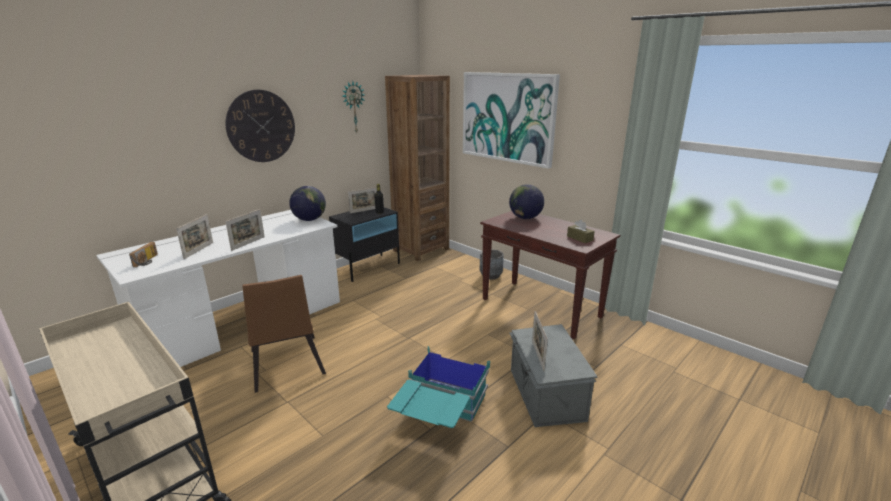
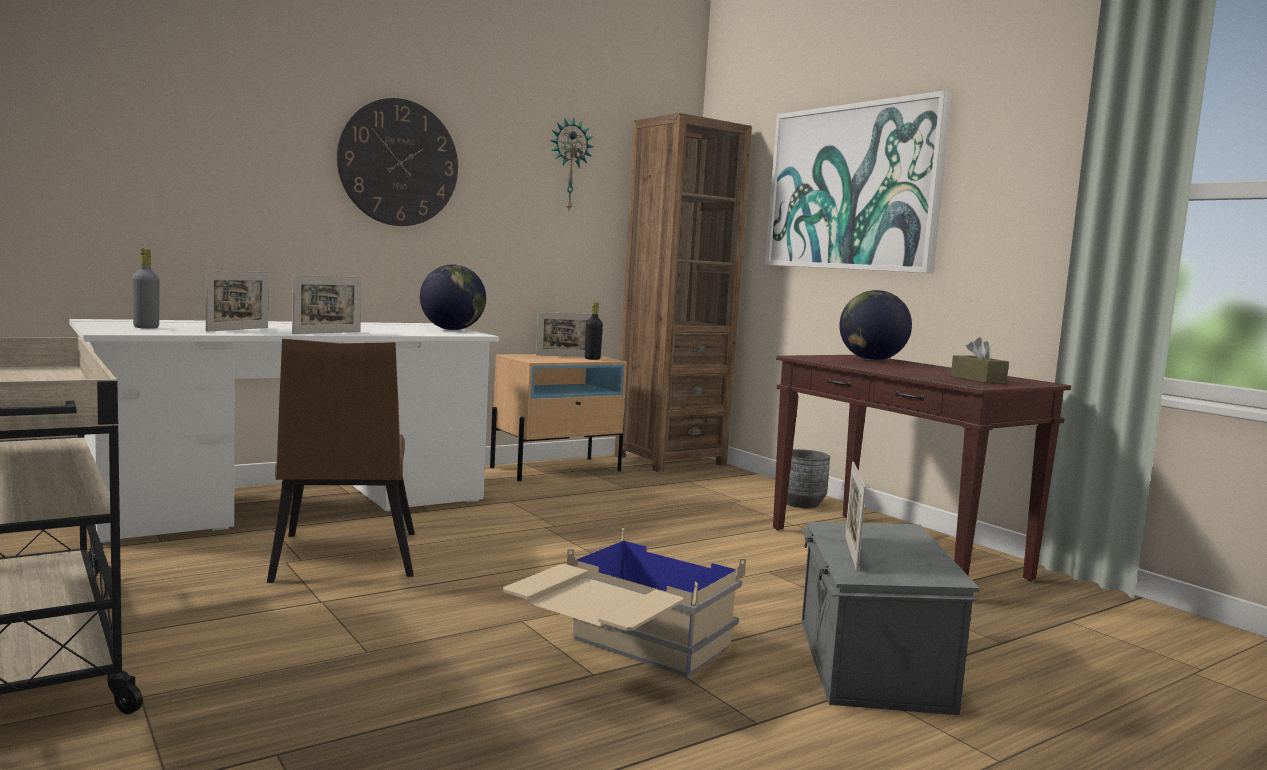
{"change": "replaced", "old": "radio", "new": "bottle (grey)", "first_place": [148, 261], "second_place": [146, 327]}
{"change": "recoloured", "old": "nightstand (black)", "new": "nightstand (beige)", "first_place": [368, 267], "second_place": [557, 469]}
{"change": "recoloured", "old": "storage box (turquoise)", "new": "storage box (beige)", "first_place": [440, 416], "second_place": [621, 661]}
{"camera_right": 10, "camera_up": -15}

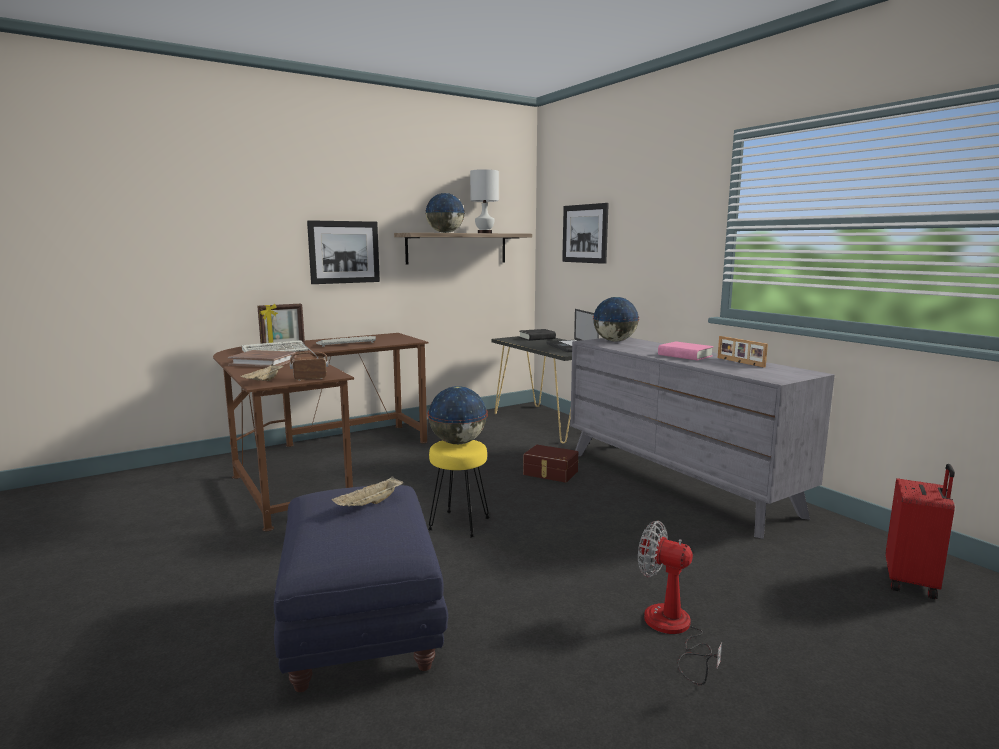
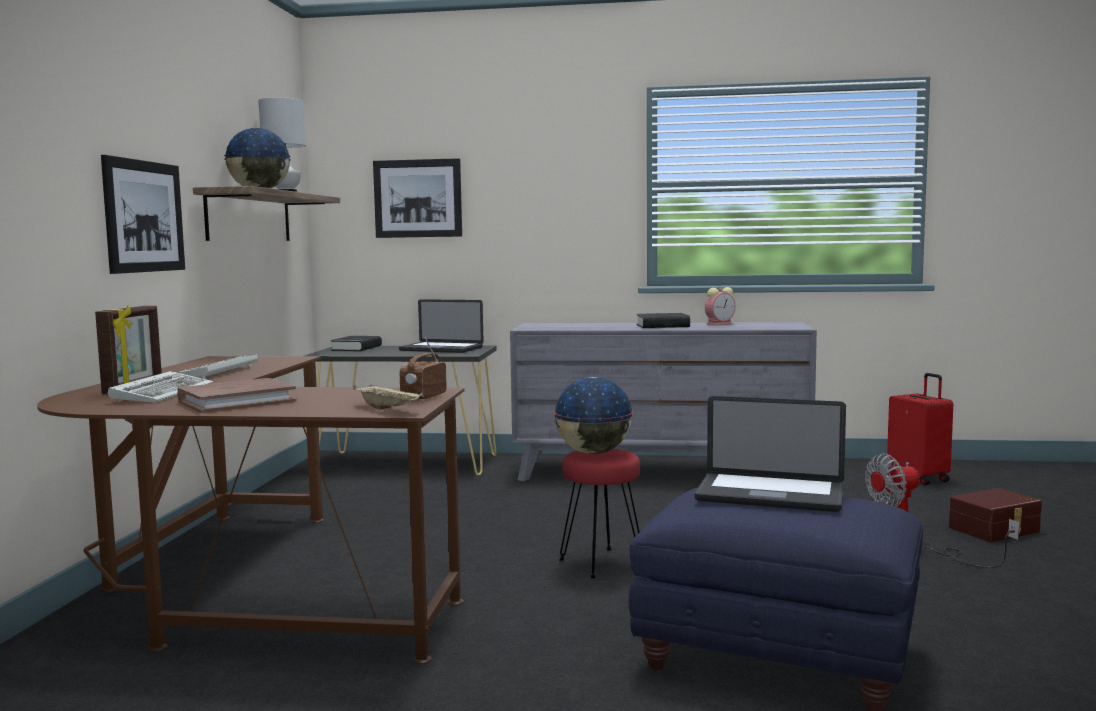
{"change": "recoloured", "old": "stool (yellow)", "new": "stool (red)", "first_place": [459, 524], "second_place": [602, 564]}
{"change": "recoloured", "old": "book (pink)", "new": "book (black)", "first_place": [685, 355], "second_place": [662, 326]}
{"change": "replaced", "old": "tray (beige)", "new": "laptop", "first_place": [369, 504], "second_place": [770, 495]}
{"change": "replaced", "old": "picture frame", "new": "alarm clock", "first_place": [740, 362], "second_place": [720, 324]}
{"change": "moved", "old": "storage box (brown)", "first_place": [550, 473], "second_place": [995, 530]}
{"change": "removed", "old": "globe", "first_place": [614, 341]}
{"camera_right": -50, "camera_up": -5}

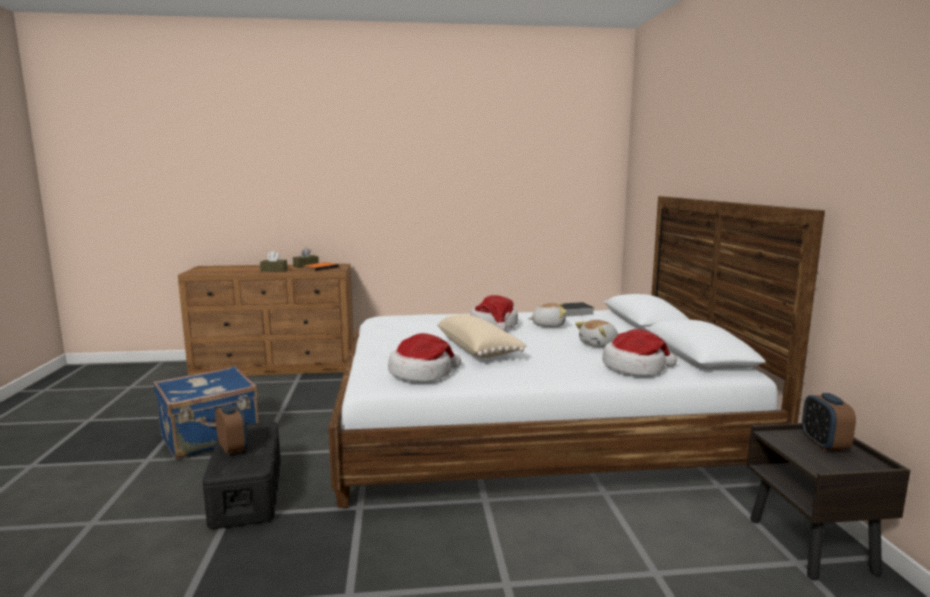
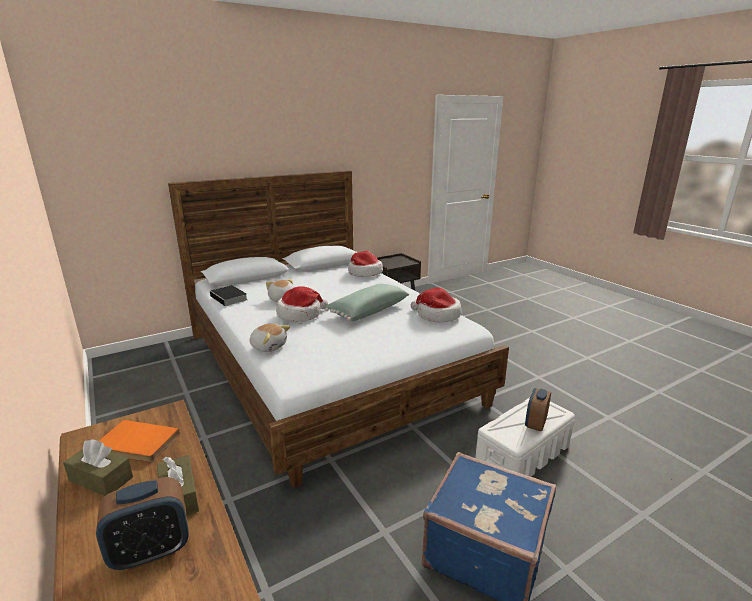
{"change": "moved", "old": "alarm clock", "first_place": [824, 444], "second_place": [151, 551]}
{"change": "moved", "old": "plush toy", "first_place": [599, 344], "second_place": [269, 346]}
{"change": "recoloured", "old": "pillow (beige)", "new": "pillow (green)", "first_place": [478, 349], "second_place": [367, 311]}
{"change": "recoloured", "old": "storage box (black)", "new": "storage box (white)", "first_place": [247, 492], "second_place": [522, 455]}
{"camera_right": -115, "camera_up": 10}

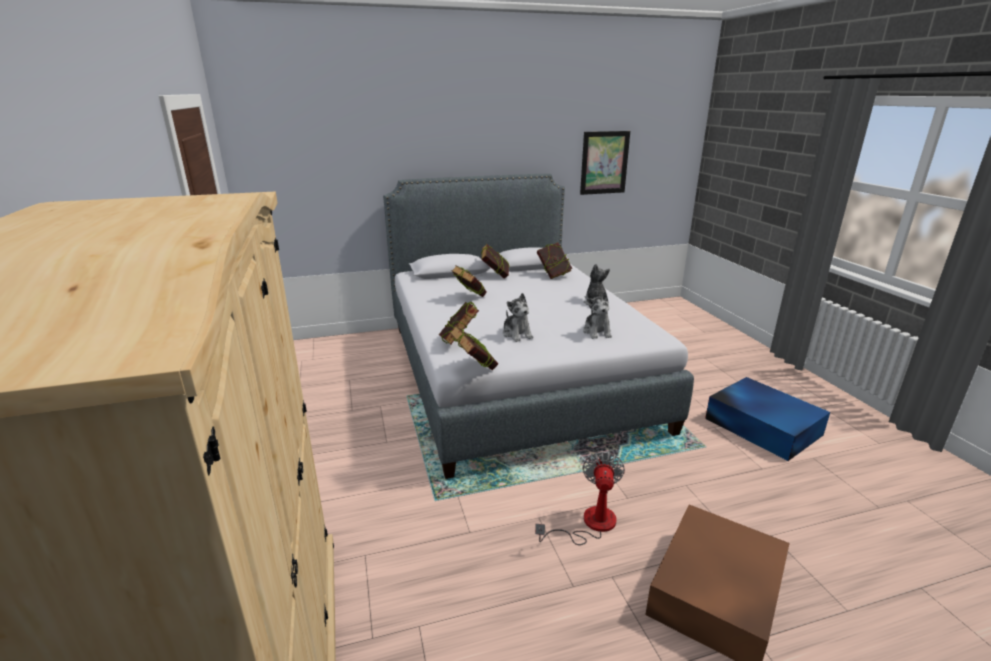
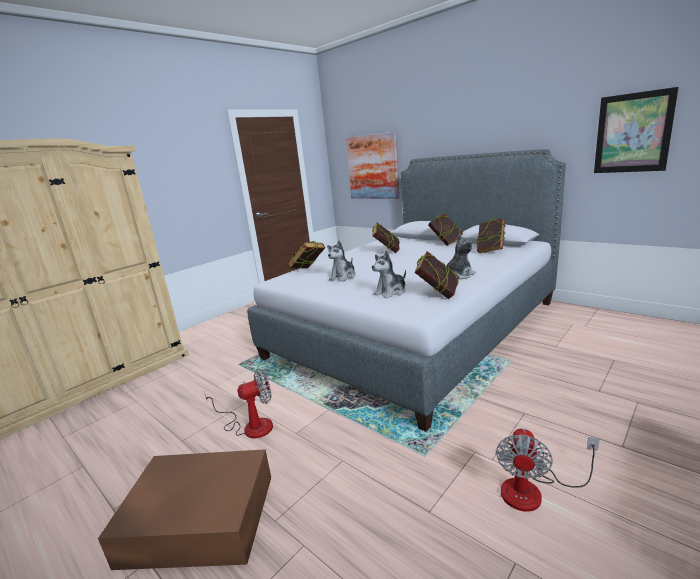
{"change": "added", "new": "picture", "second_place": [372, 167]}
{"change": "moved", "old": "book", "first_place": [474, 369], "second_place": [437, 294]}
{"change": "replaced", "old": "storage box (blue)", "new": "fan", "first_place": [761, 425], "second_place": [533, 491]}
{"camera_right": 60, "camera_up": -5}

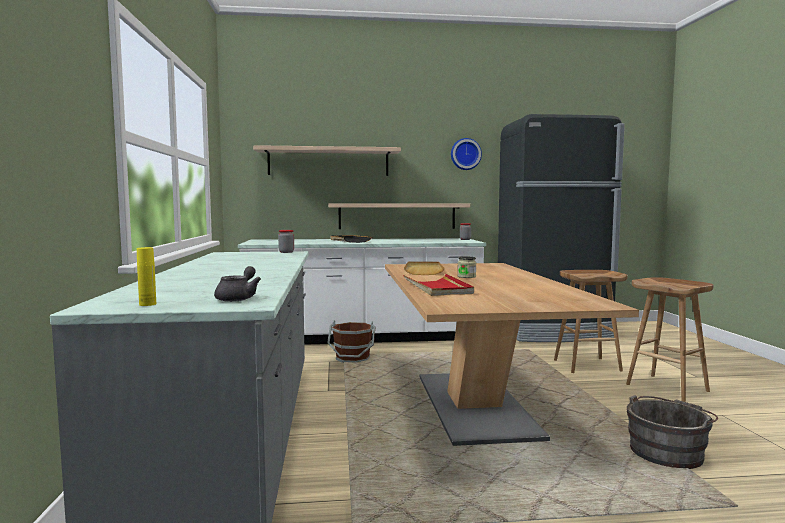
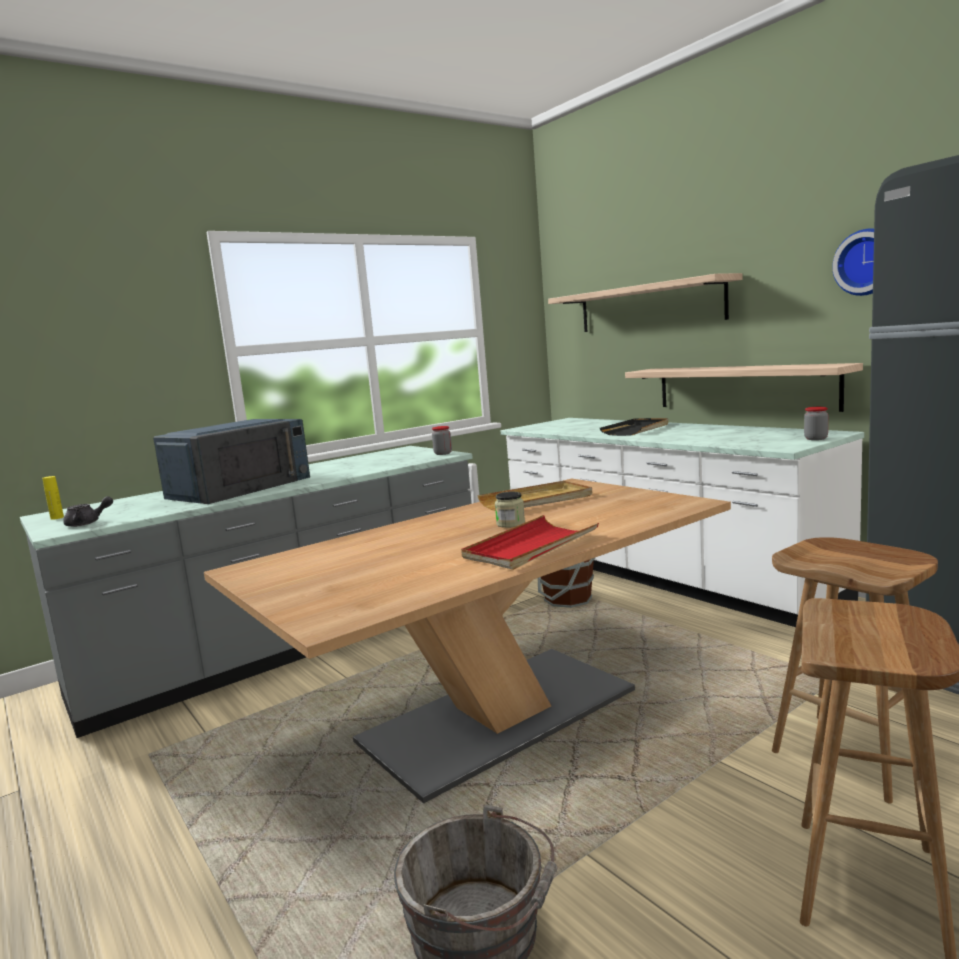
{"change": "added", "new": "microwave (blue)", "second_place": [240, 487]}
{"change": "moved", "old": "tray (red)", "first_place": [437, 288], "second_place": [530, 547]}
{"camera_right": 60, "camera_up": 5}

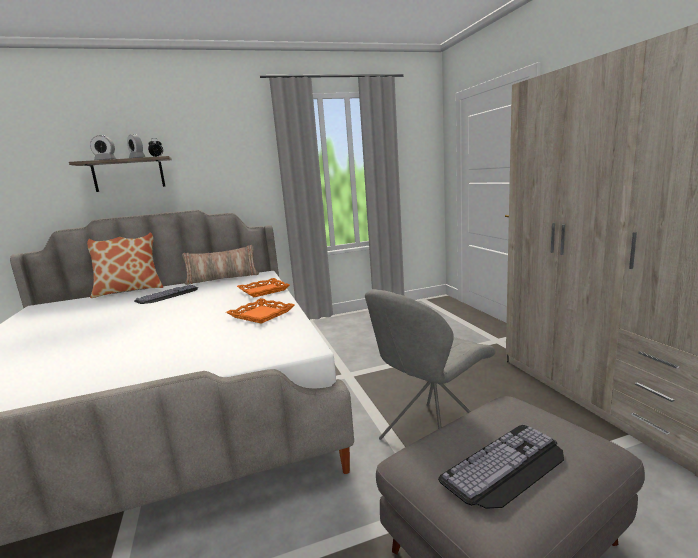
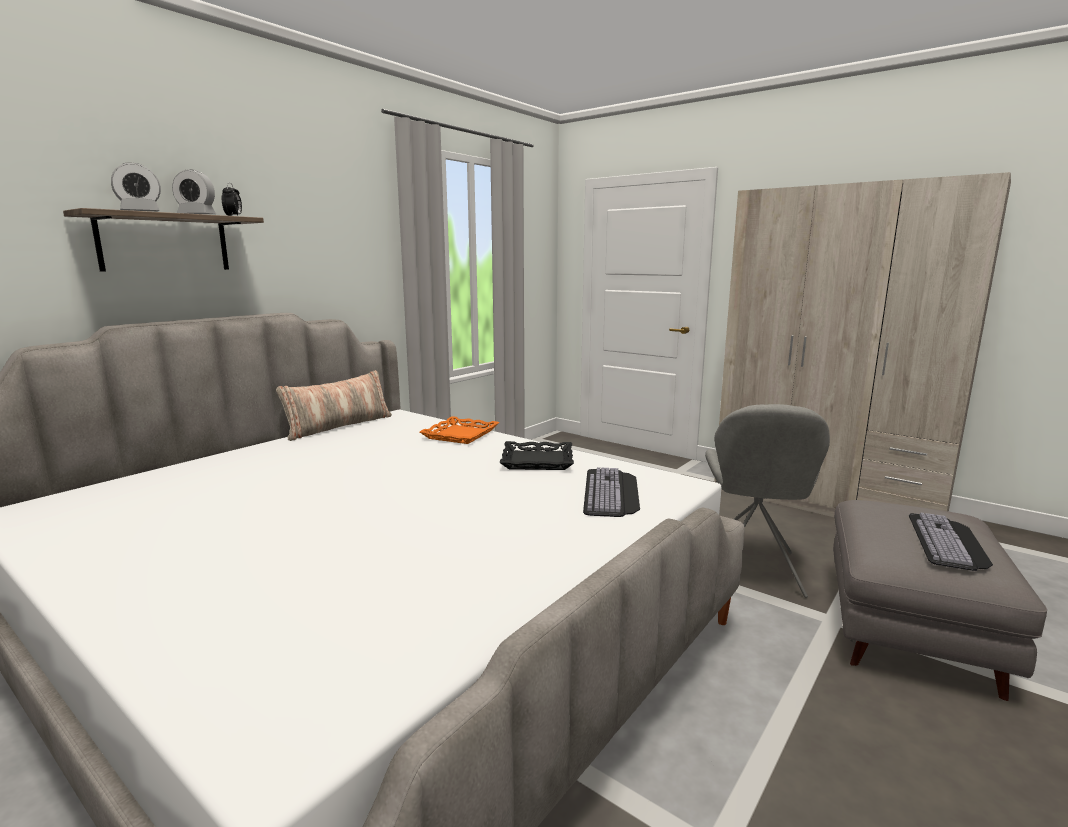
{"change": "recoloured", "old": "tray (orange)", "new": "tray (black)", "first_place": [261, 315], "second_place": [537, 461]}
{"change": "moved", "old": "keyboard", "first_place": [168, 295], "second_place": [612, 493]}
{"change": "removed", "old": "pillow", "first_place": [130, 290]}
{"camera_right": -35, "camera_up": 0}

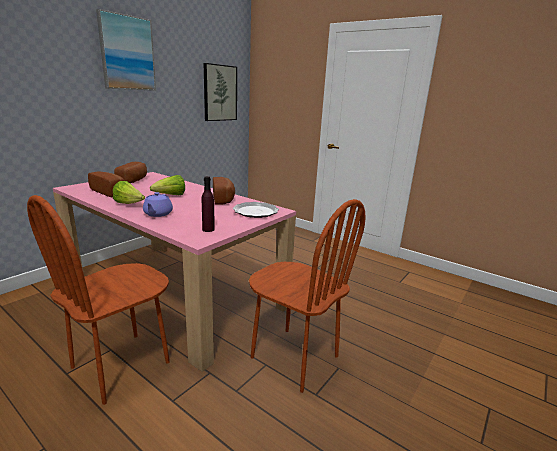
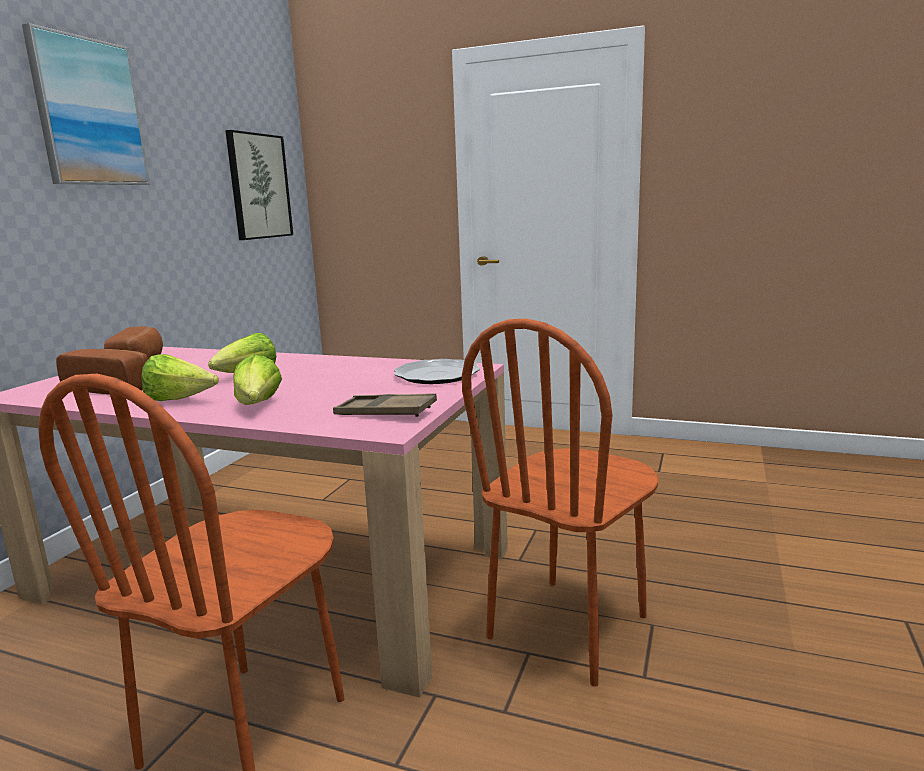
{"change": "replaced", "old": "teapot (purple)", "new": "lettuce", "first_place": [158, 214], "second_place": [258, 406]}
{"change": "replaced", "old": "bottle (purple)", "new": "tray (brown)", "first_place": [208, 229], "second_place": [385, 413]}
{"change": "turned", "old": "chair (brown)", "first_place": [294, 357], "second_place": [569, 627], "degrees": 105}
{"change": "removed", "old": "bread", "first_place": [224, 199]}
{"camera_right": -15, "camera_up": -5}

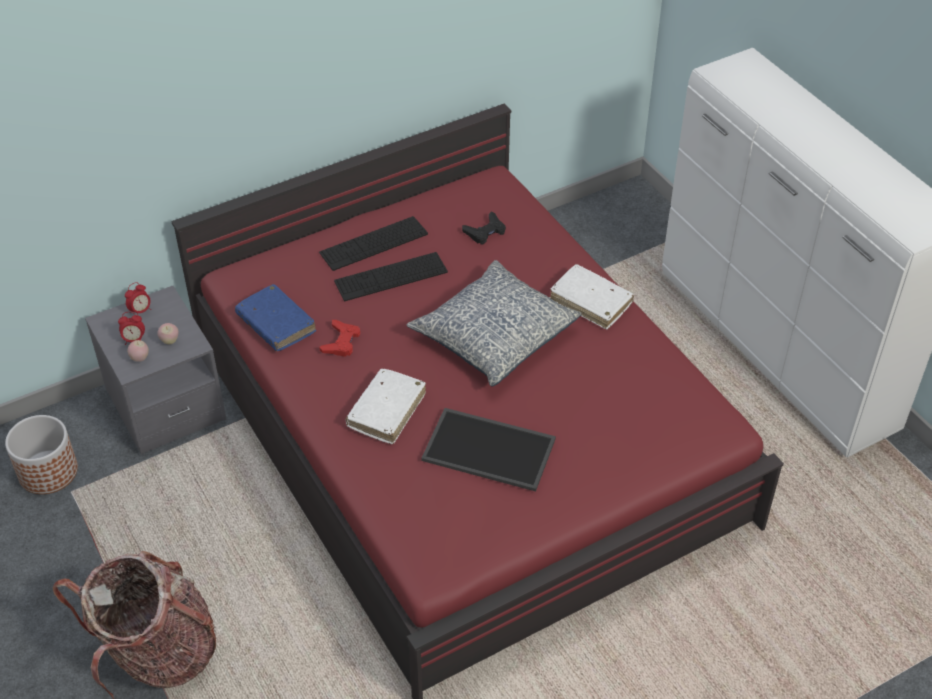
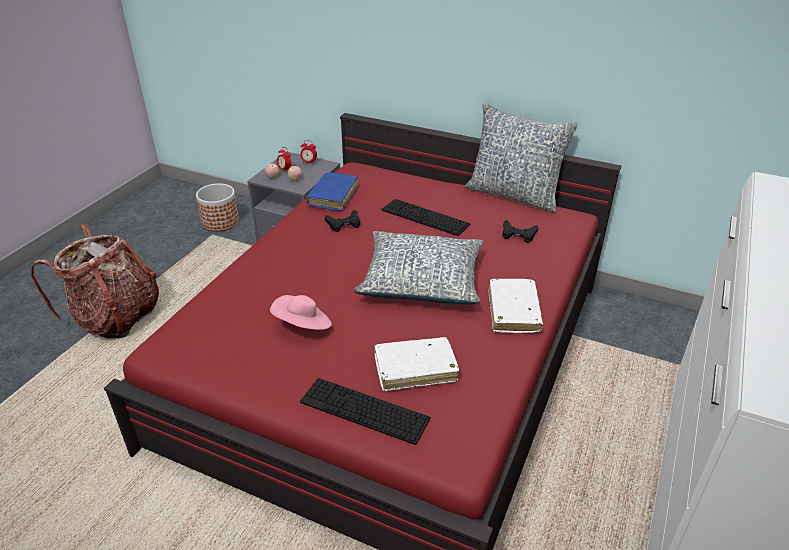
{"change": "replaced", "old": "tray", "new": "hat (pink)", "first_place": [490, 448], "second_place": [303, 325]}
{"change": "moved", "old": "keyboard", "first_place": [374, 243], "second_place": [364, 410]}
{"change": "recoloured", "old": "game controller (red)", "new": "game controller (black)", "first_place": [341, 342], "second_place": [344, 224]}
{"change": "moved", "old": "book (white)", "first_place": [386, 411], "second_place": [415, 369]}
{"change": "added", "new": "pillow", "second_place": [514, 195]}
{"camera_right": 55, "camera_up": -10}

